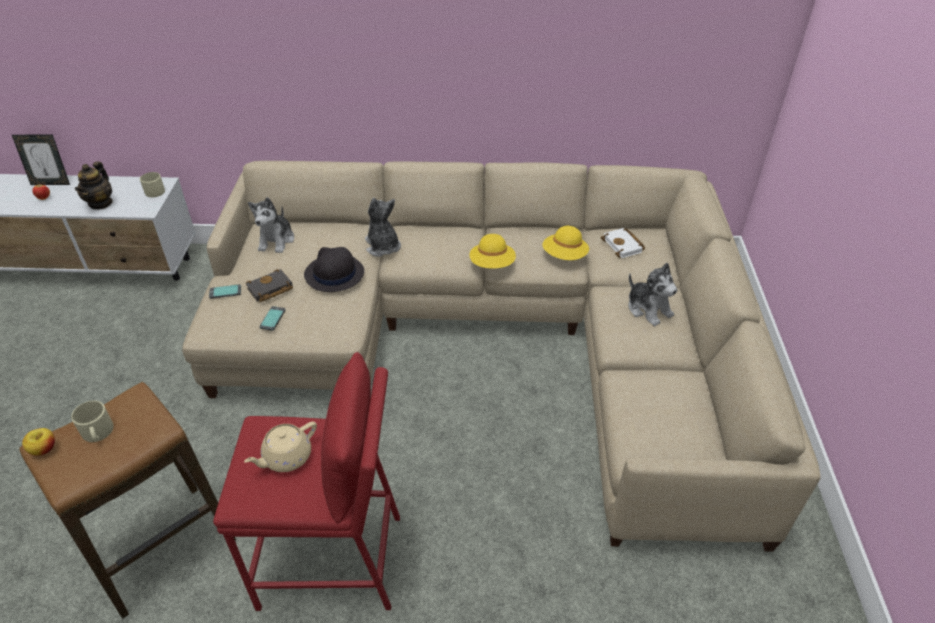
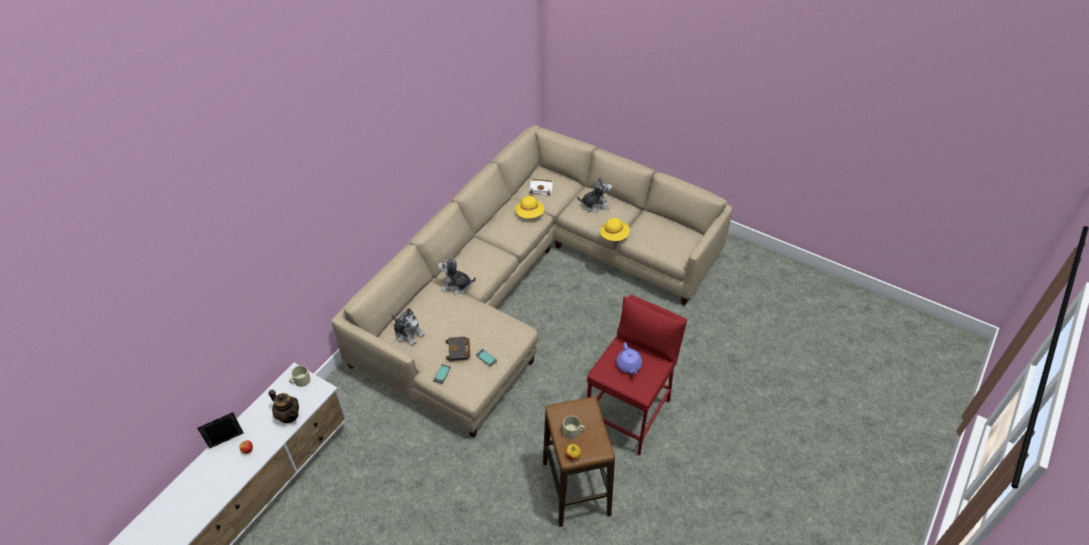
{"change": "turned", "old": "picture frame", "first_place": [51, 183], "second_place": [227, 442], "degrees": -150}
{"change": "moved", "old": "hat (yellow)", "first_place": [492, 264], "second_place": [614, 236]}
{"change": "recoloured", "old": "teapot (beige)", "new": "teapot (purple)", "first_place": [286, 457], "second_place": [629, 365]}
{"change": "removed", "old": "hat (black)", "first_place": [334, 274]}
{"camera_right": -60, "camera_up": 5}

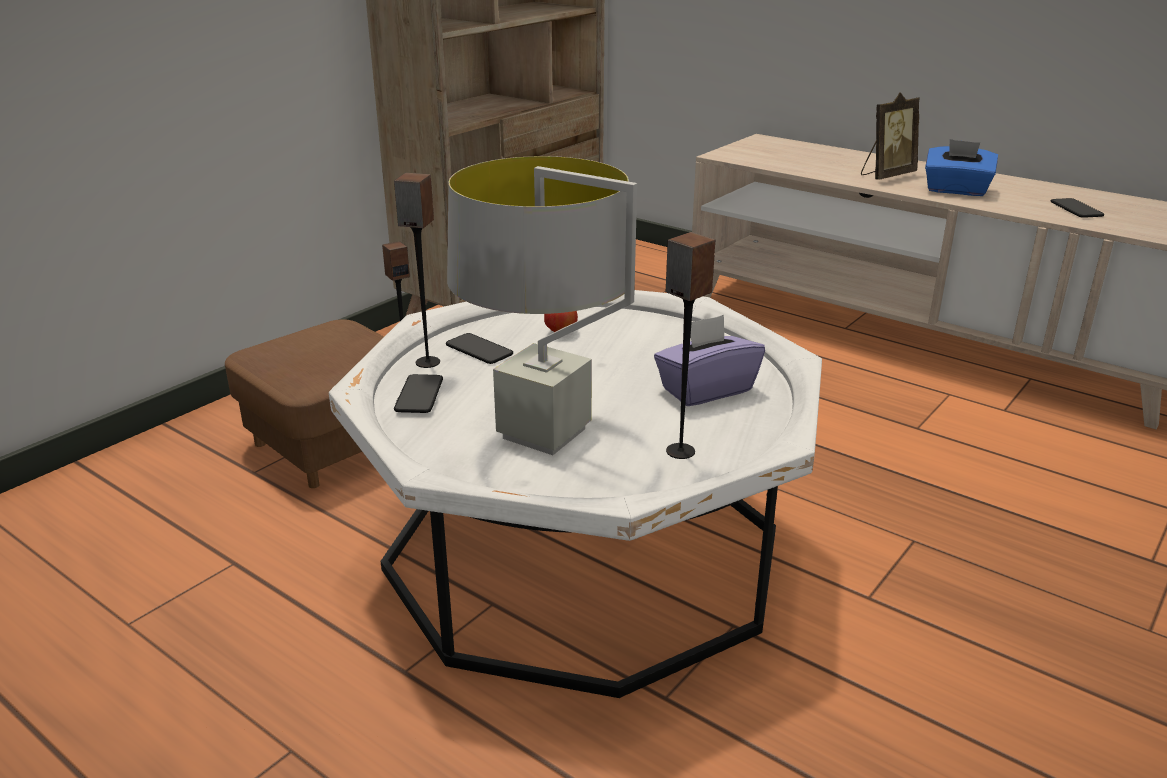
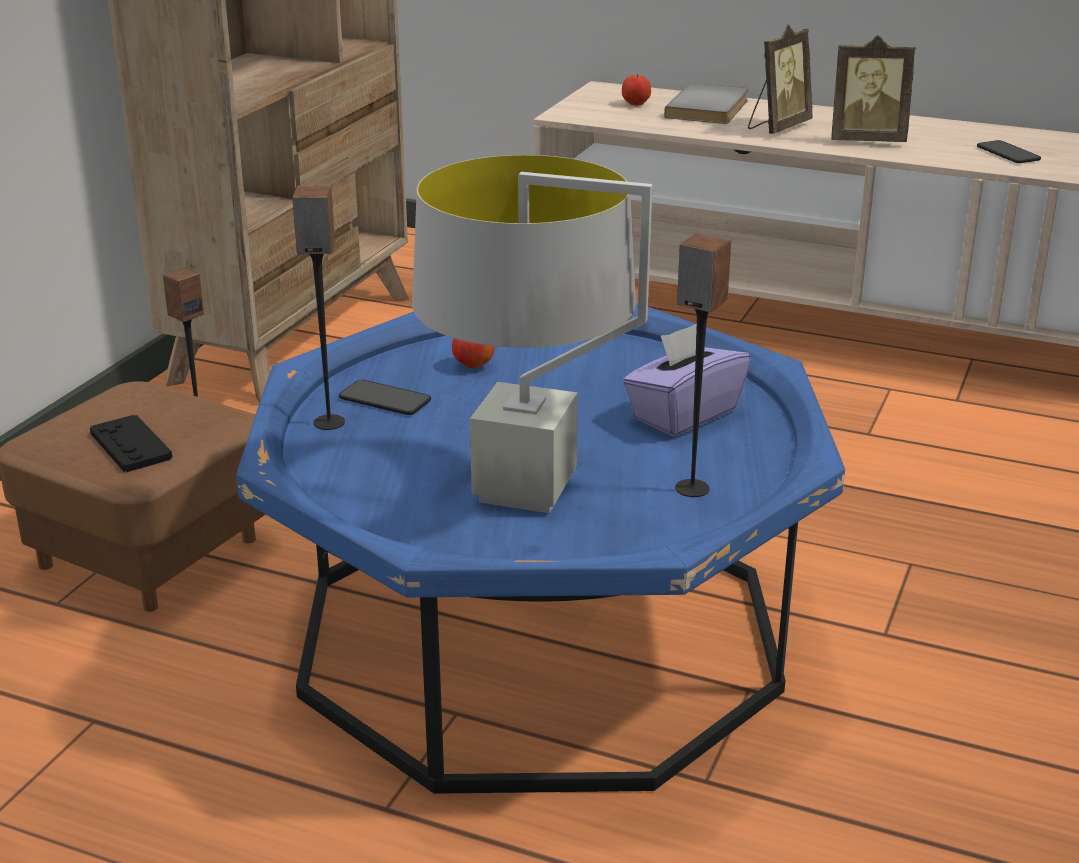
{"change": "added", "new": "game controller (black)", "second_place": [130, 445]}
{"change": "recoloured", "old": "coffee table (white)", "new": "coffee table (blue)", "first_place": [583, 551], "second_place": [539, 635]}
{"change": "added", "new": "apple", "second_place": [635, 104]}
{"change": "added", "new": "book (grey)", "second_place": [710, 108]}
{"change": "replaced", "old": "tissue box (blue)", "new": "picture frame", "first_place": [956, 190], "second_place": [866, 140]}
{"change": "removed", "old": "phone", "first_place": [419, 395]}
{"camera_right": -15, "camera_up": 0}

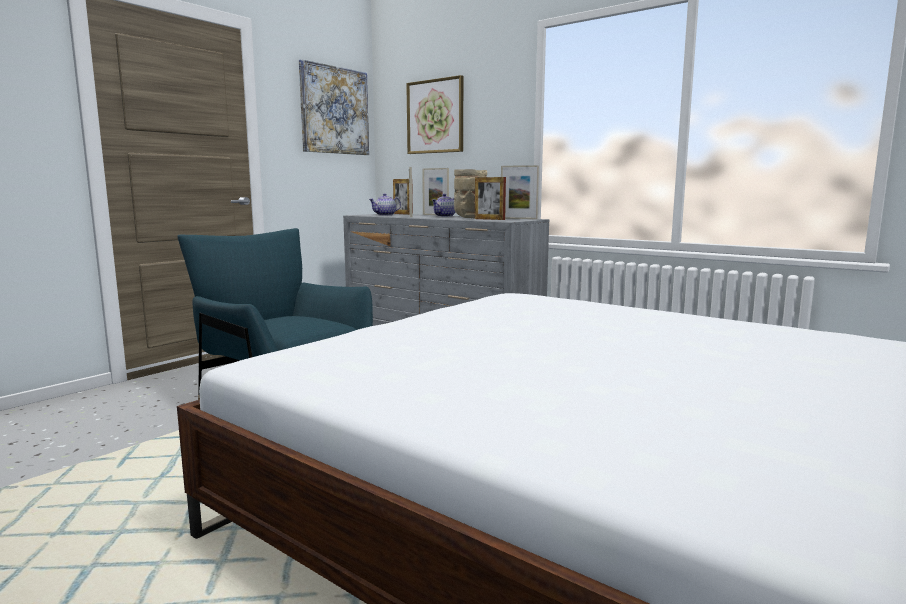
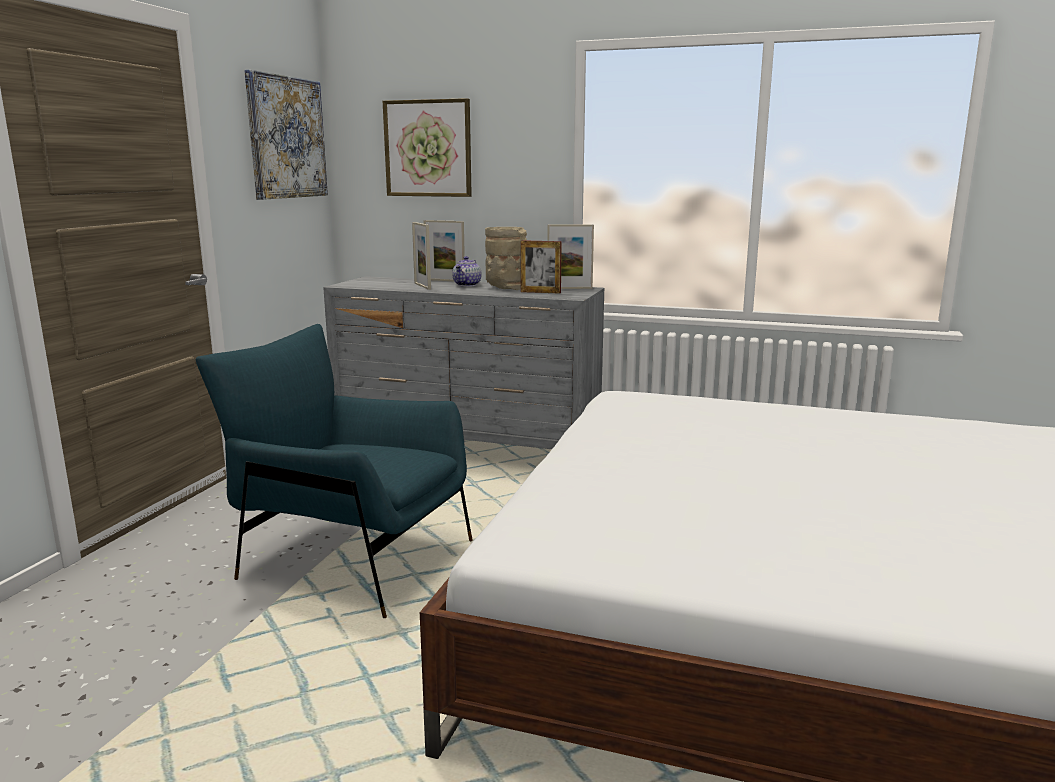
{"change": "removed", "old": "teapot", "first_place": [385, 215]}
{"change": "removed", "old": "picture frame", "first_place": [403, 214]}
{"camera_right": -20, "camera_up": 5}

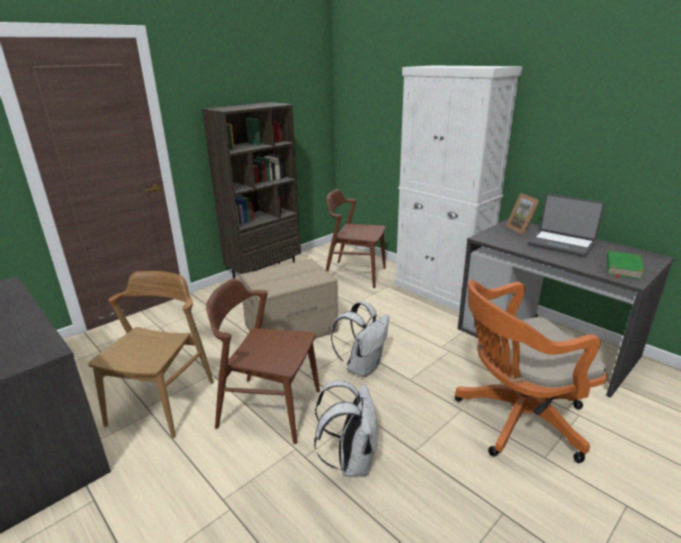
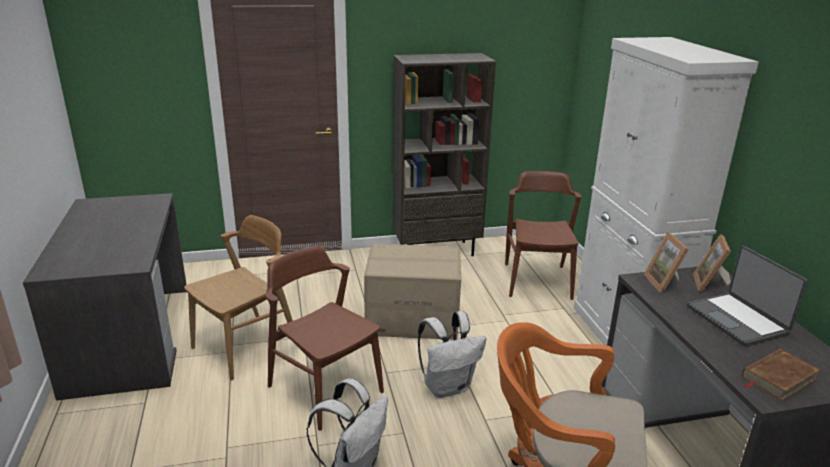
{"change": "turned", "old": "chair (brown)", "first_place": [355, 274], "second_place": [537, 281], "degrees": 45}
{"change": "added", "new": "picture frame", "second_place": [665, 283]}
{"change": "recoloured", "old": "book (green)", "new": "book (brown)", "first_place": [622, 268], "second_place": [778, 378]}
{"camera_right": 30, "camera_up": 0}

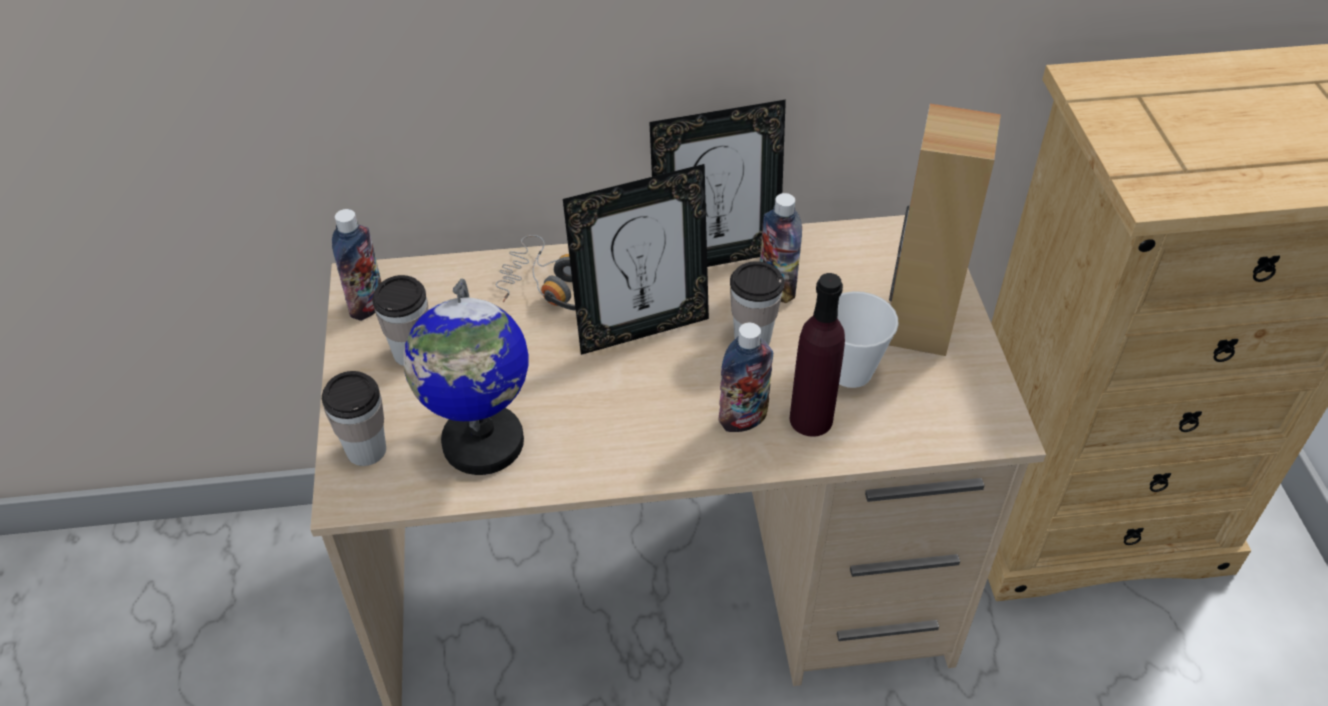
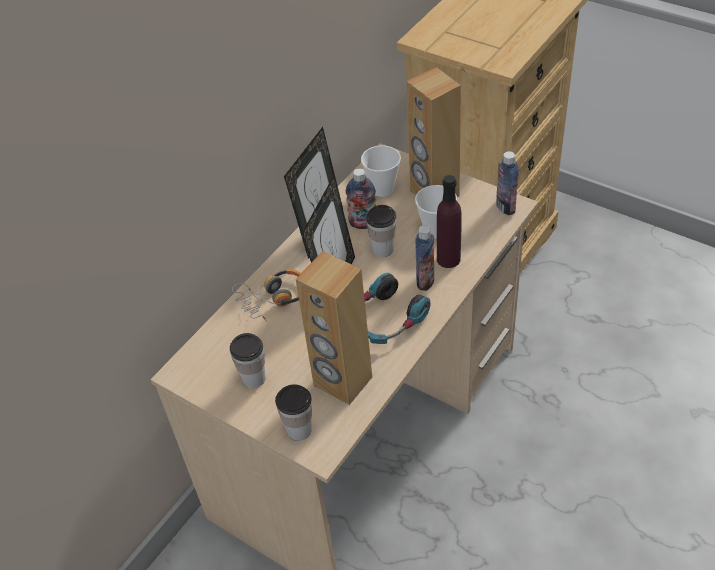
{"change": "replaced", "old": "globe", "new": "speaker (brown)", "first_place": [482, 443], "second_place": [342, 382]}
{"change": "added", "new": "cup", "second_place": [382, 189]}
{"change": "added", "new": "headphones", "second_place": [386, 319]}
{"change": "moved", "old": "bottle", "first_place": [367, 305], "second_place": [505, 207]}
{"camera_right": -45, "camera_up": 0}

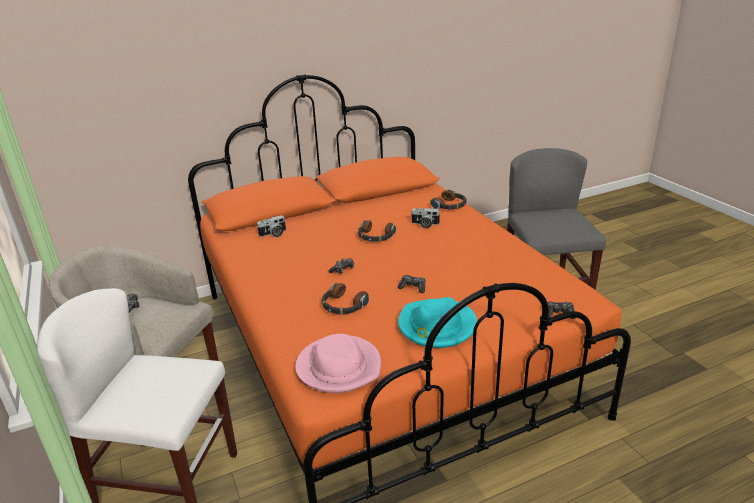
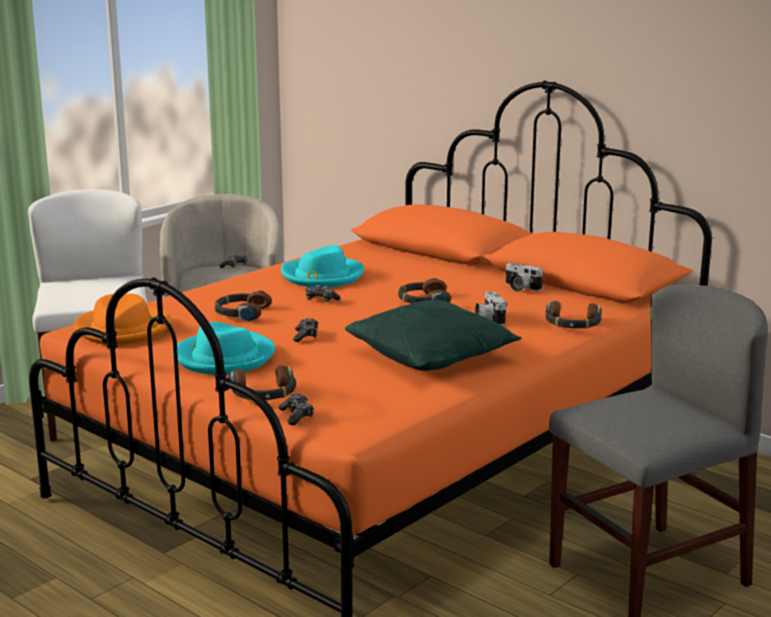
{"change": "recoloured", "old": "hat (pink)", "new": "hat (orange)", "first_place": [339, 367], "second_place": [124, 329]}
{"change": "added", "new": "headphones", "second_place": [263, 394]}
{"change": "added", "new": "hat (turquoise)", "second_place": [322, 276]}
{"change": "added", "new": "pillow (green)", "second_place": [432, 356]}
{"change": "moved", "old": "photo camera", "first_place": [273, 234], "second_place": [520, 288]}
{"camera_right": 65, "camera_up": -10}

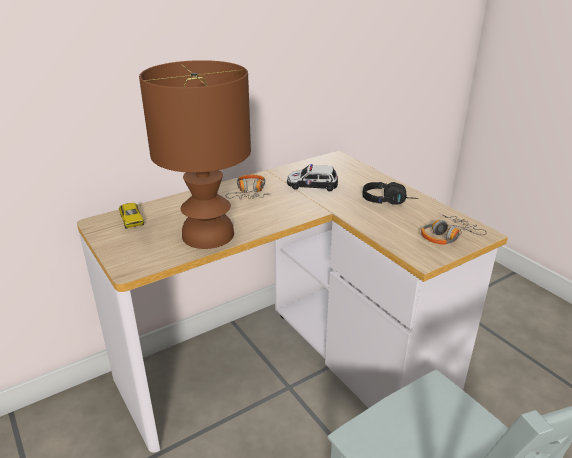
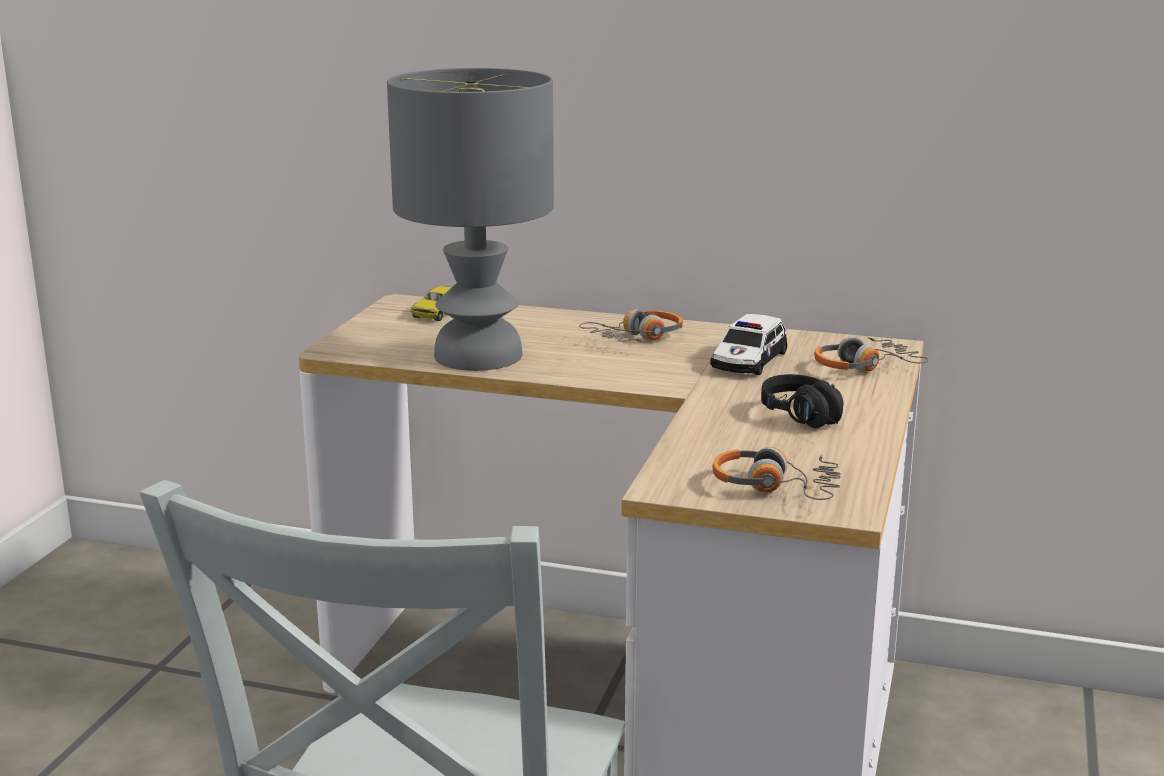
{"change": "recoloured", "old": "table lamp (brown)", "new": "table lamp (grey)", "first_place": [209, 235], "second_place": [478, 356]}
{"change": "turned", "old": "toy car", "first_place": [312, 185], "second_place": [748, 361], "degrees": -120}
{"change": "added", "new": "headphones", "second_place": [864, 367]}
{"camera_right": 50, "camera_up": -10}

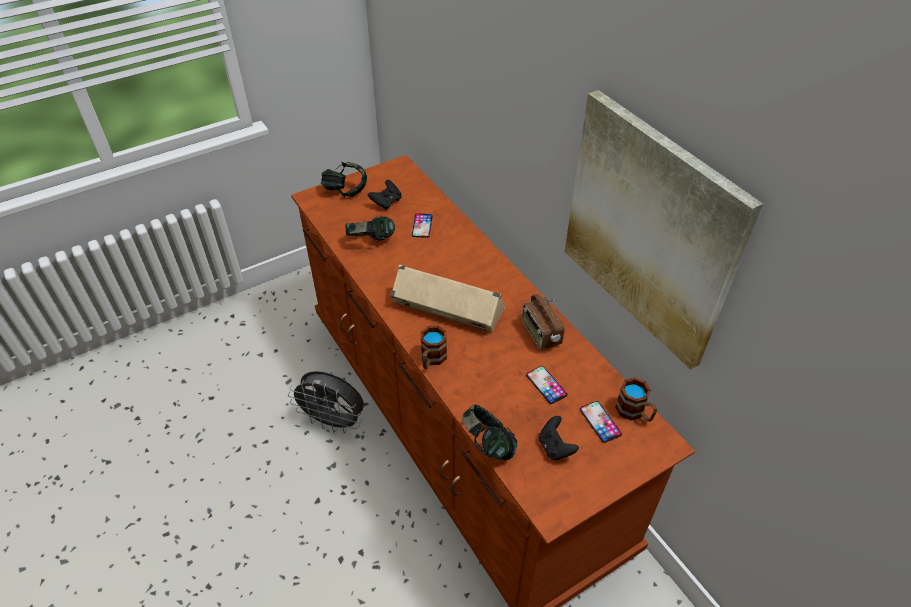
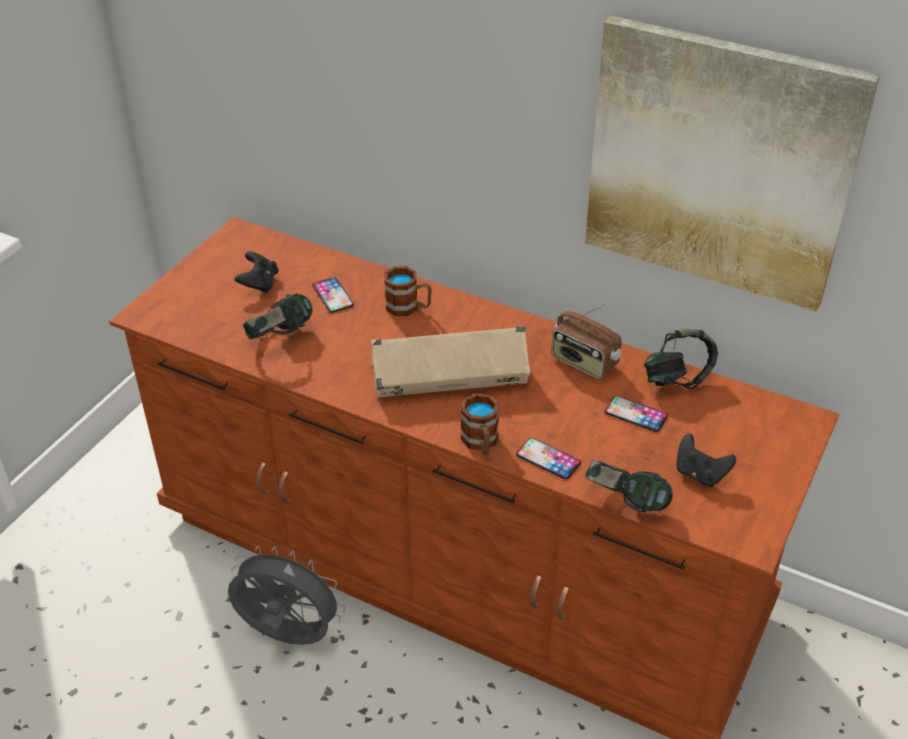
{"change": "turned", "old": "fan (grey)", "first_place": [334, 422], "second_place": [287, 637], "degrees": -150}
{"change": "moved", "old": "mug", "first_place": [634, 412], "second_place": [408, 307]}
{"change": "moved", "old": "phone", "first_place": [600, 421], "second_place": [548, 459]}
{"change": "moved", "old": "headphones", "first_place": [345, 191], "second_place": [677, 379]}
{"camera_right": -30, "camera_up": -5}

